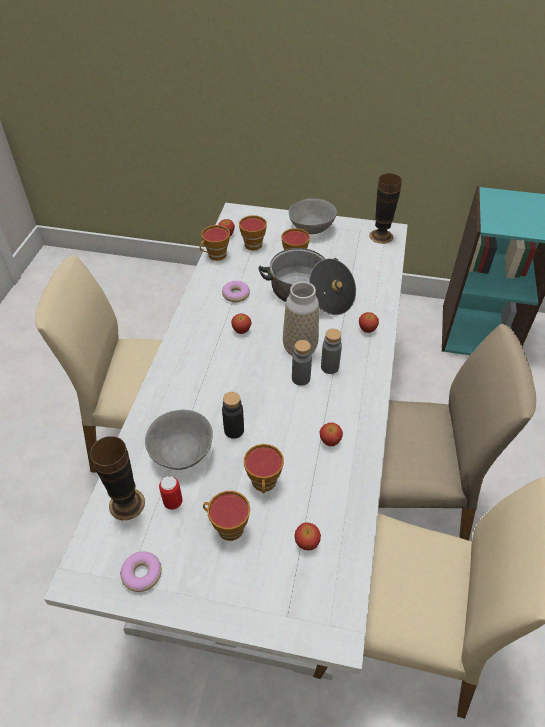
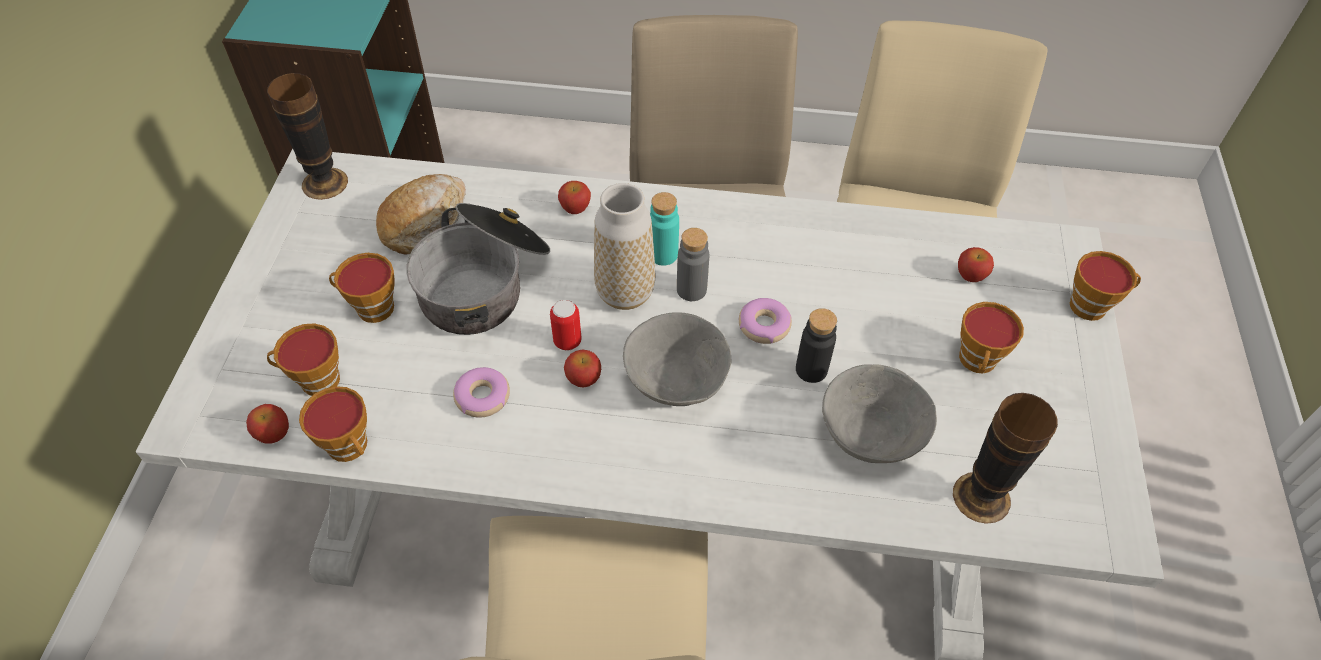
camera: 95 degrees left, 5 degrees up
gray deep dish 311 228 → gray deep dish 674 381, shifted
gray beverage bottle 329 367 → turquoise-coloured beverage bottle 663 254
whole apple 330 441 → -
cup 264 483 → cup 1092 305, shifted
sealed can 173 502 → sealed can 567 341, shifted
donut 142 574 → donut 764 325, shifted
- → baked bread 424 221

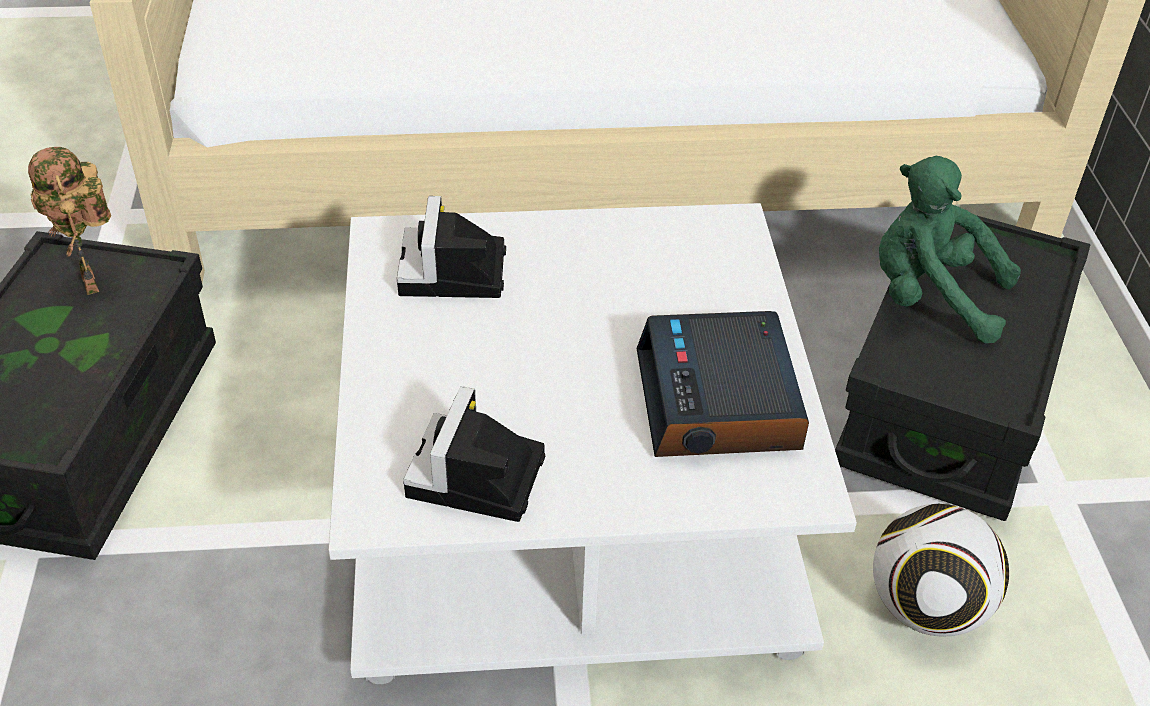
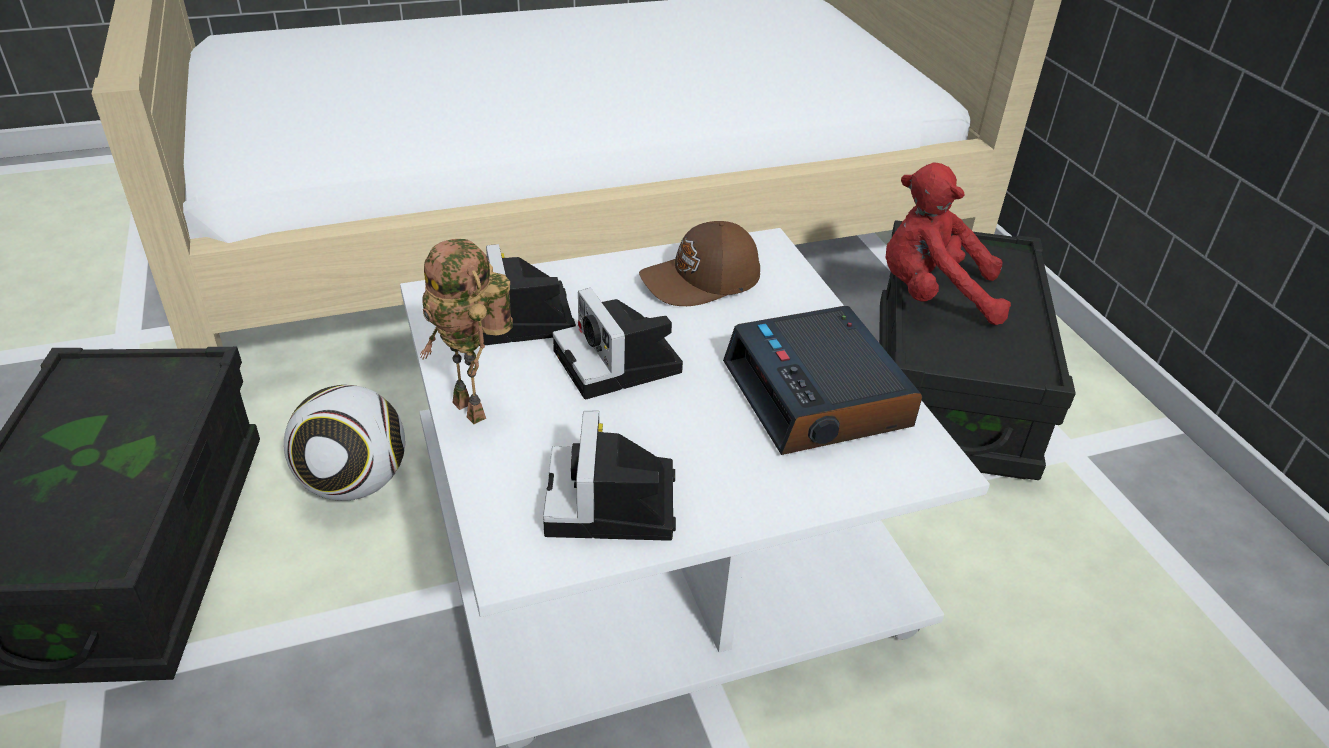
camera: 15 degrees left, 5 degrees down
model robot 95 283 → model robot 475 410, shifted
greenish plush toy 930 297 → red plush toy 932 295
ball for football 927 608 → ball for football 354 483, shifted
- → brown cap 702 281
- → photo camera 621 364

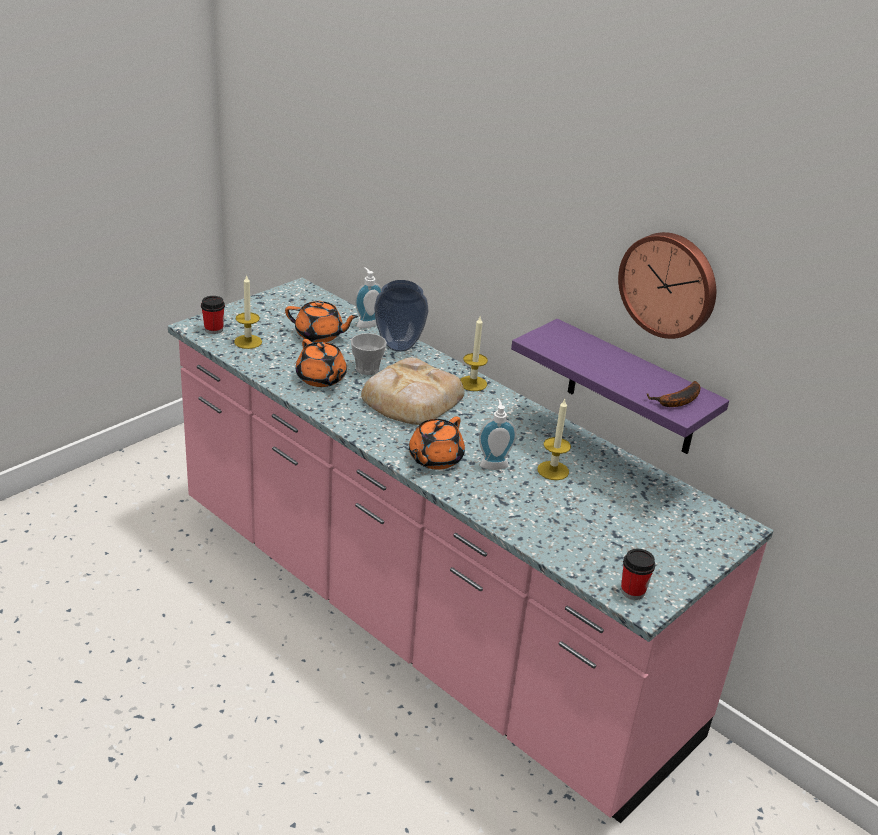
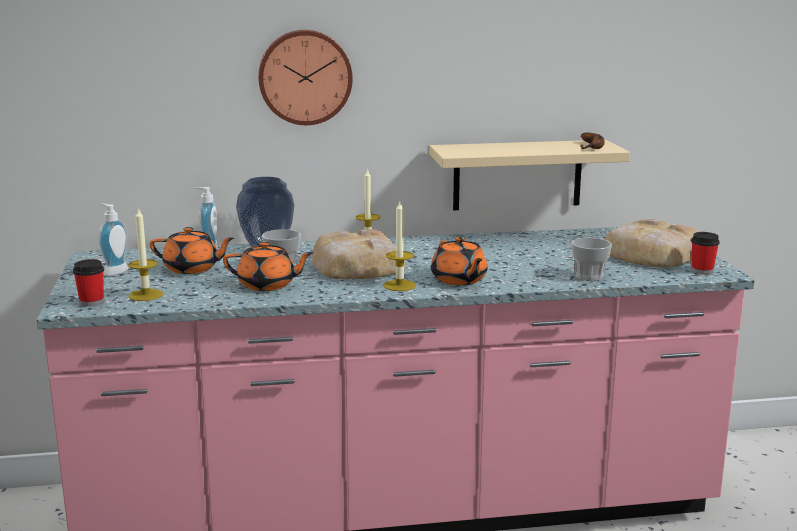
camera: 50 degrees left, 15 degrees down
clock on the wall 669 284 → clock on the wall 305 77, shifted
orange tea pot 320 335 → orange tea pot 192 268, 45 degrees clockwise
purple-coloured shelf 632 389 → sand-coloured shelf 517 175
candle 553 470 → candle 399 285, shifted
liquid soap bottle 493 463 → liquid soap bottle 113 271, shifted
- → baked bread 651 254
- → cup 589 276

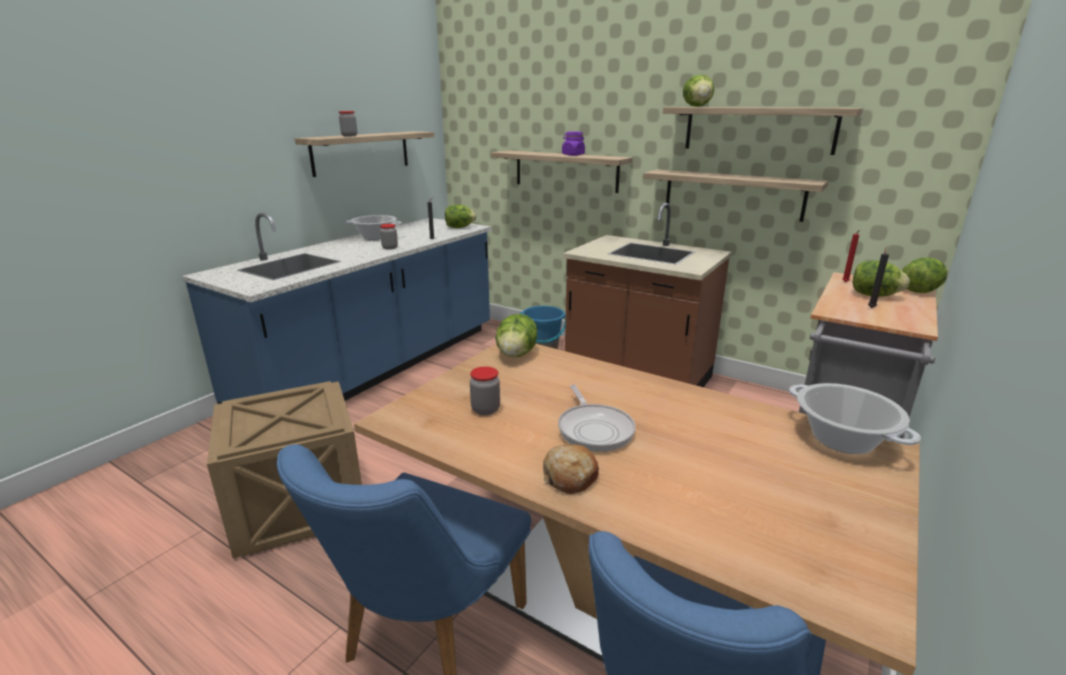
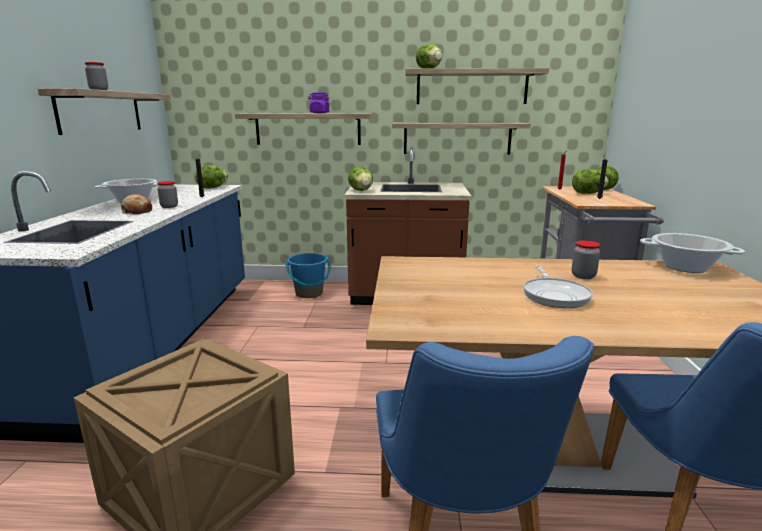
camera: 30 degrees left, 5 degrees down
lettuce head 516 355 → lettuce head 361 190, shifted
storage jar 485 409 → storage jar 583 276, shifted
pan 594 429 → pan 555 295, 45 degrees clockwise
baked bread 570 477 → baked bread 137 211, shifted

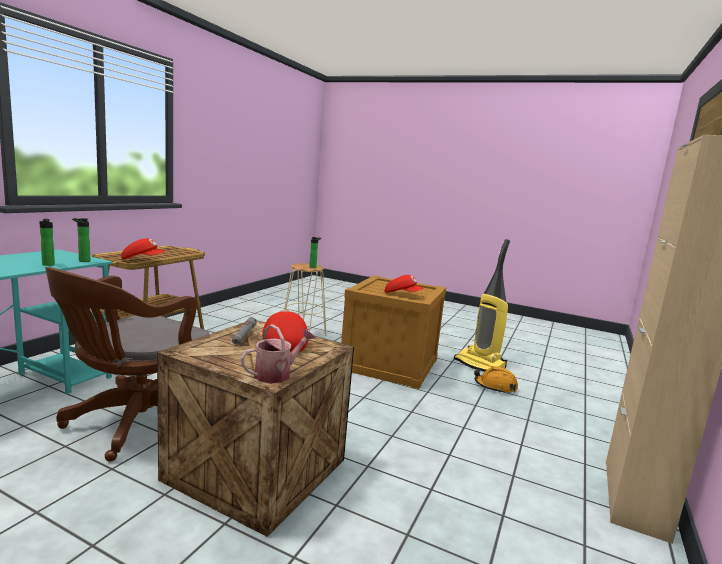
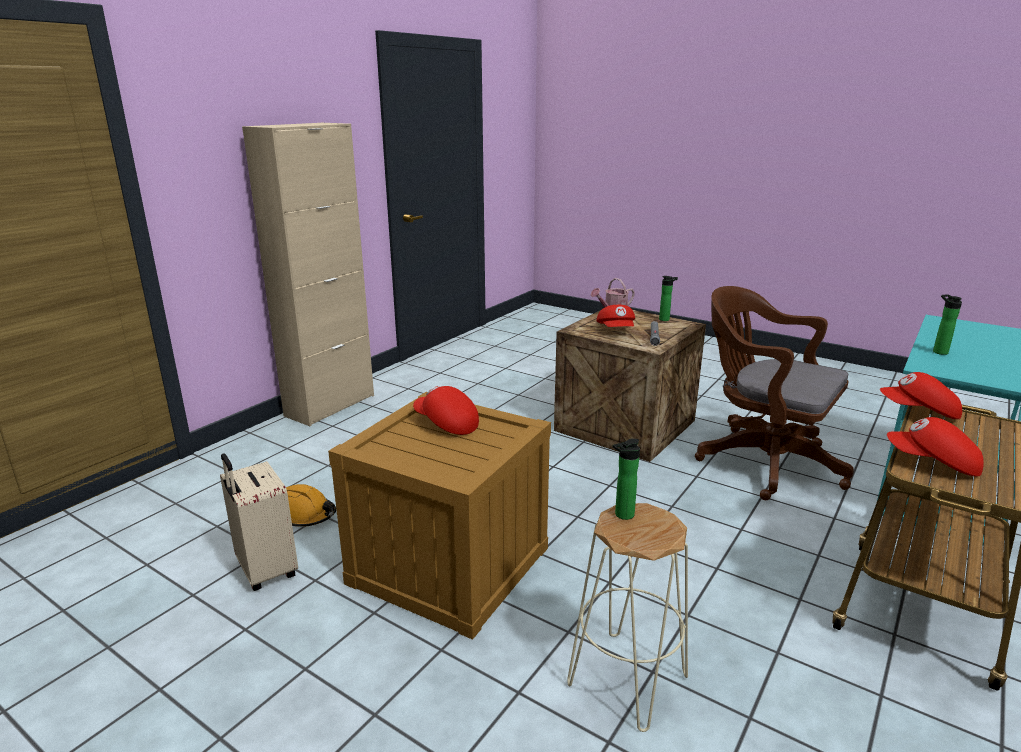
camera: 170 degrees left, 10 degrees up
beverage bottle 83 261 → beverage bottle 666 319, shifted
vacuum 480 364 → sand-coloured piece of luggage 265 571
brown desk chair 135 423 → brown desk chair 762 461, 90 degrees counterclockwise
- → red cap 932 464

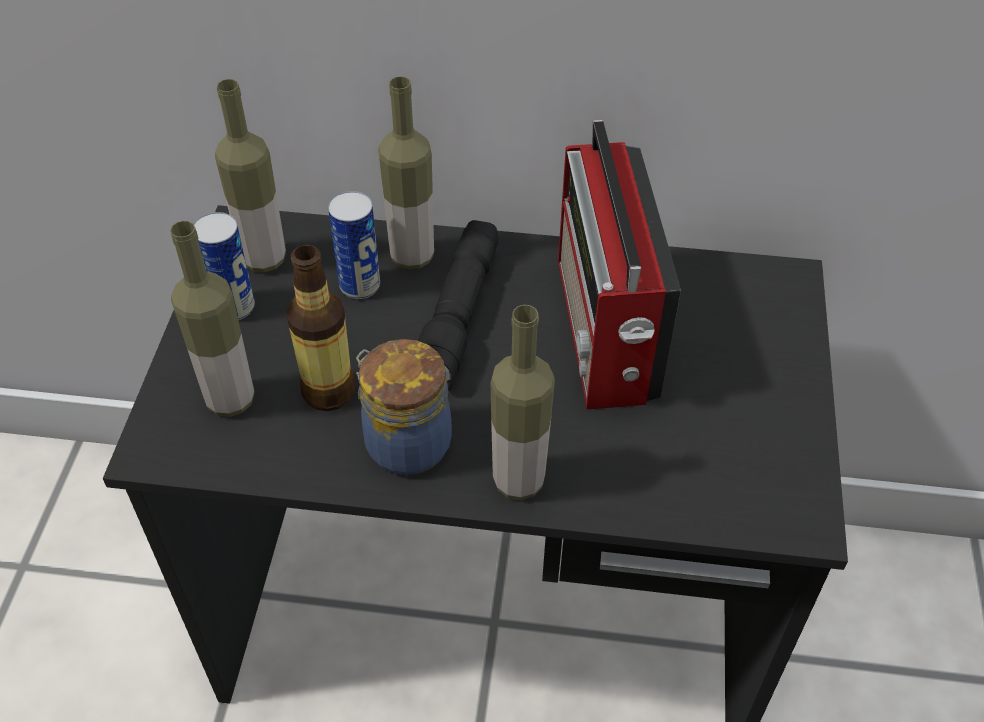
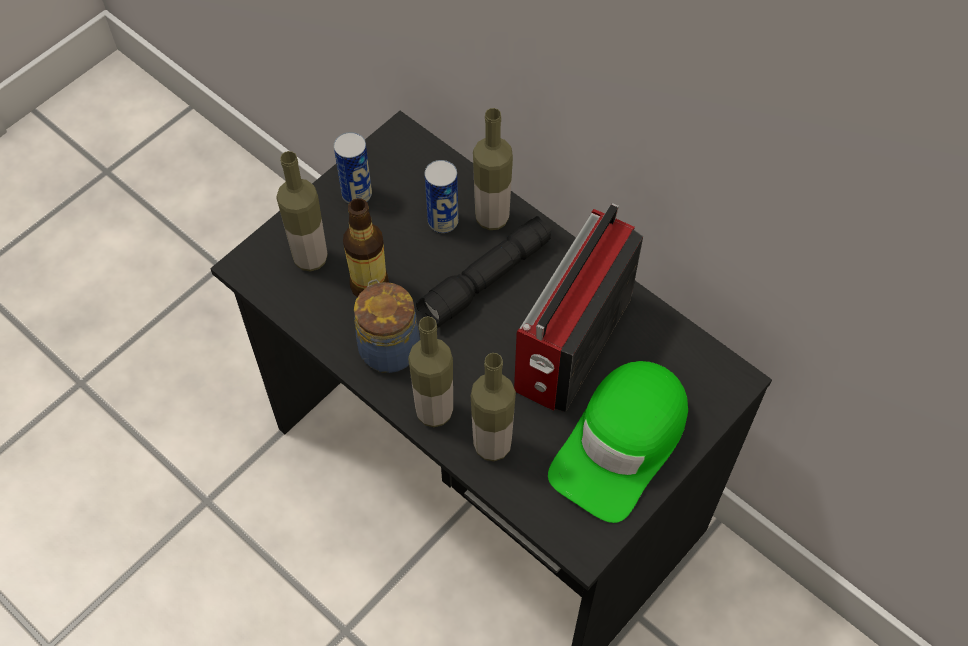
camera: 35 degrees right, 10 degrees up
beverage bottle 264 259 → beverage bottle 492 446, shifted
- → greenish cap 621 444

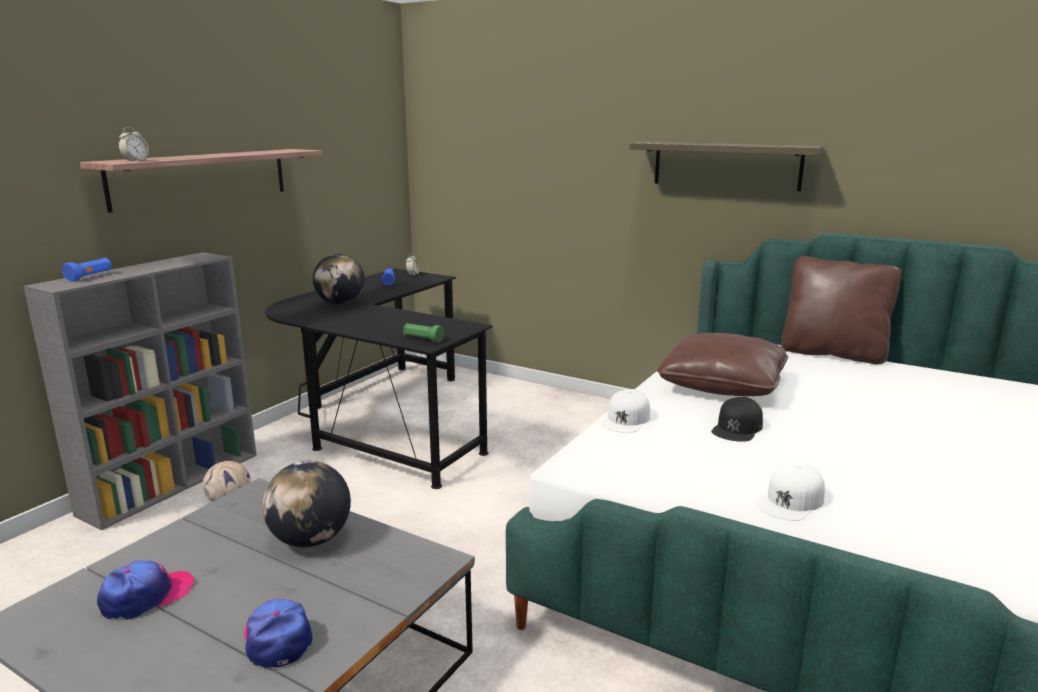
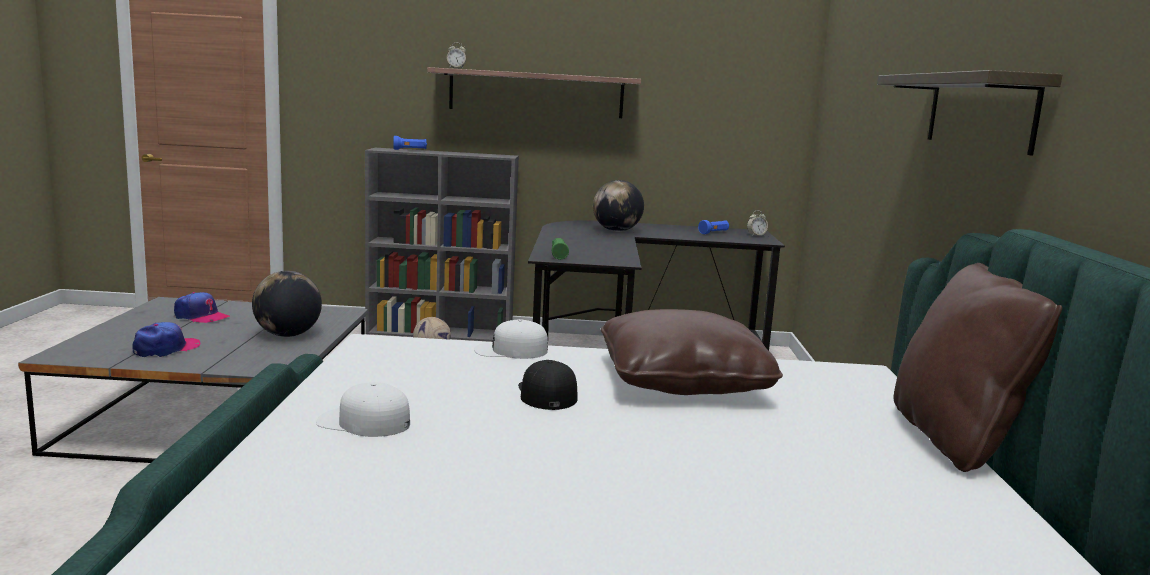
camera: 60 degrees right, 5 degrees down
black-coloured cap 737 428 → black-coloured cap 546 394, 75 degrees clockwise

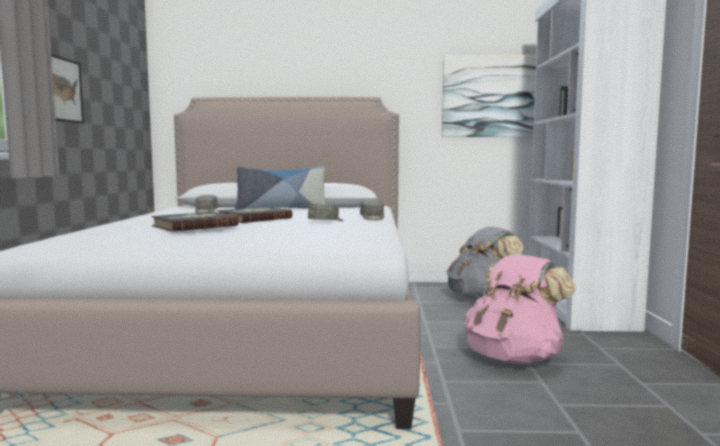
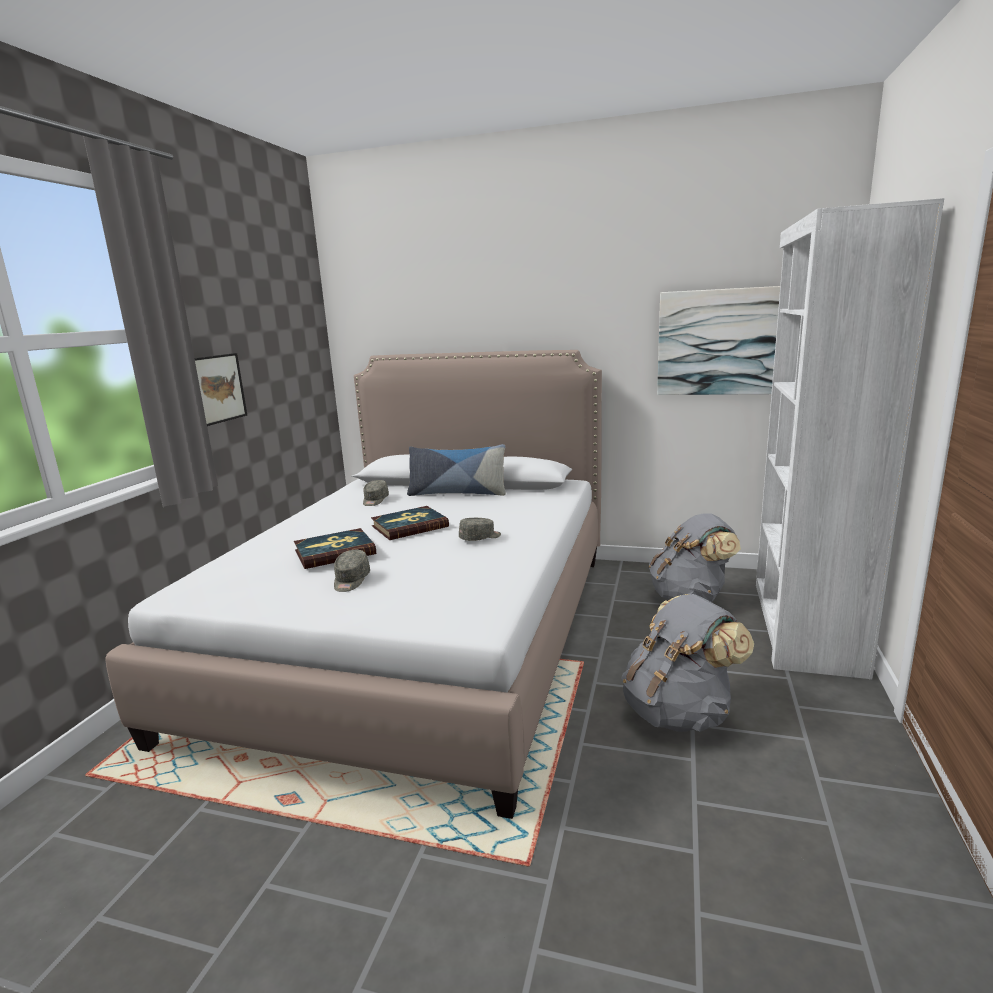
camera: 15 degrees right, 10 degrees up
gray cap 372 218 → gray cap 351 580, shifted
pink knapsack 513 358 → gray knapsack 679 712

